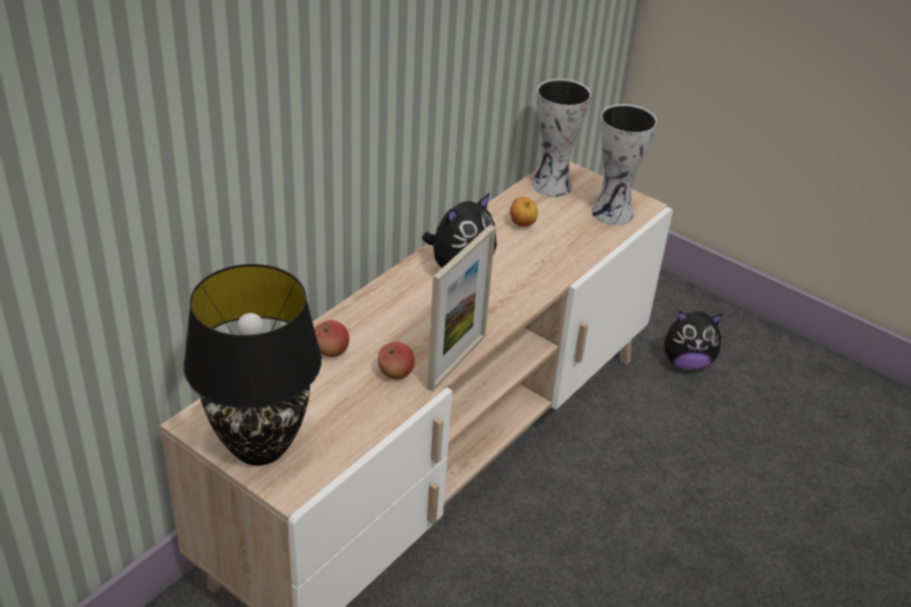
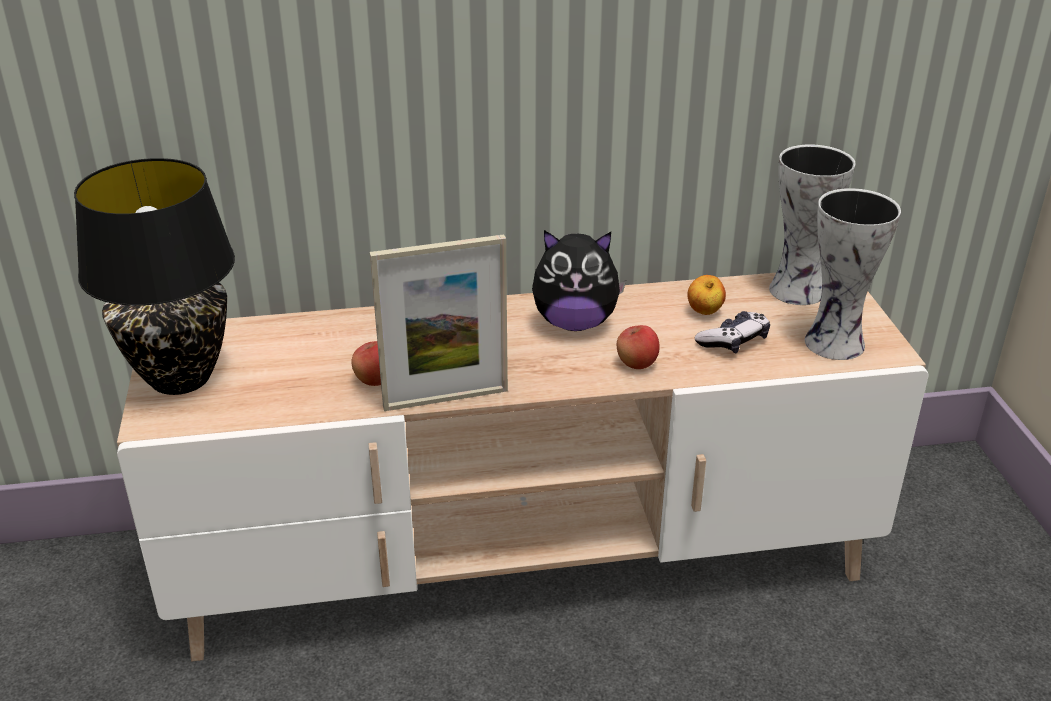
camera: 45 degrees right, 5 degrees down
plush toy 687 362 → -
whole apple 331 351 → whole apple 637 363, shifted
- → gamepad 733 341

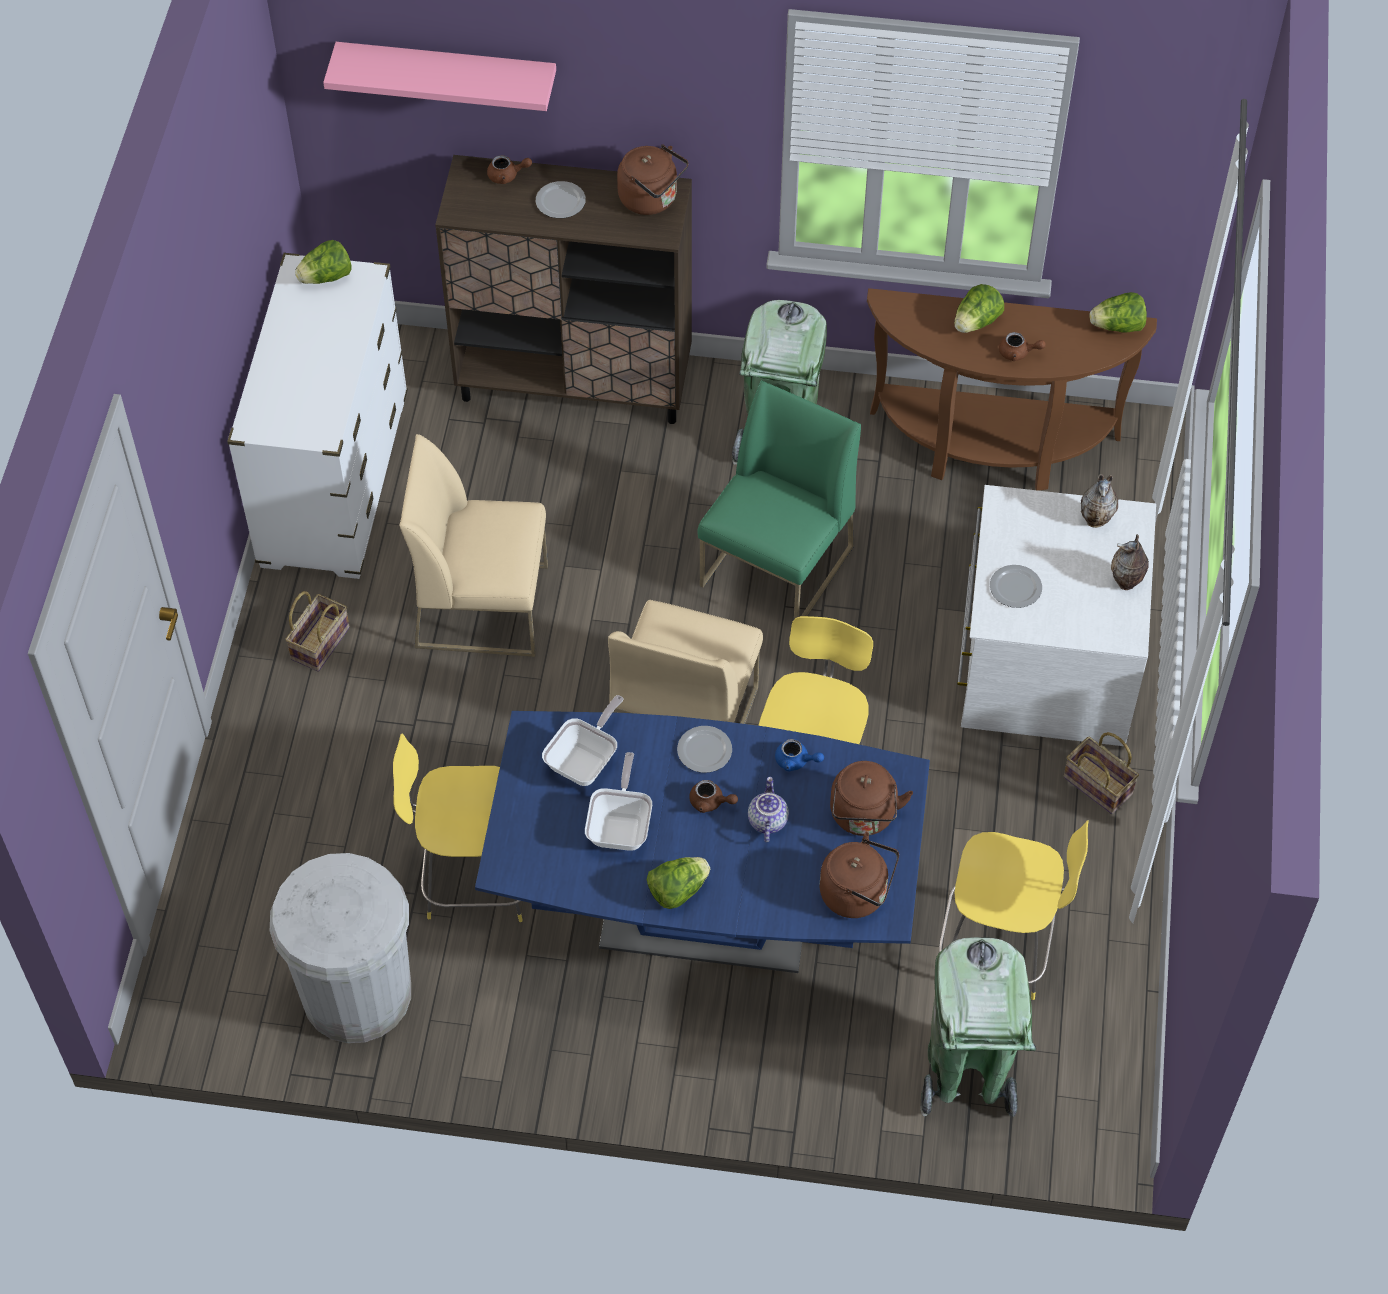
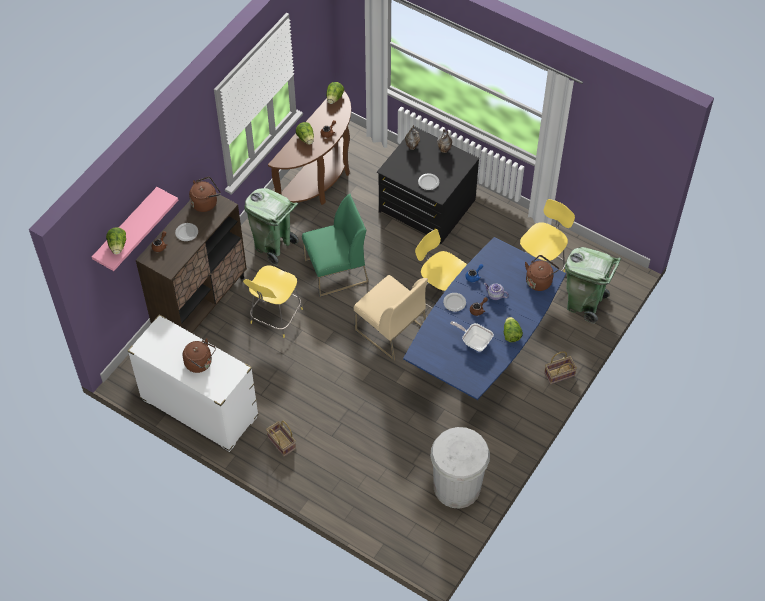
camera: 65 degrees left, 0 degrees up
lettuce head 326 277 → lettuce head 118 246, shifted
greenish chair 777 568 → greenish chair 336 271, 105 degrees clockwise
sand-coloured chair 483 605 → -
whitish drawer chest 1044 661 → black-coloured drawer chest 426 207
pan 586 760 → -
storage basket 1095 785 → storage basket 559 375, shifted
yellow sitting stool 473 878 → yellow sitting stool 275 317, shifted
brown water kettle 863 817 → brown water kettle 200 363, shifted

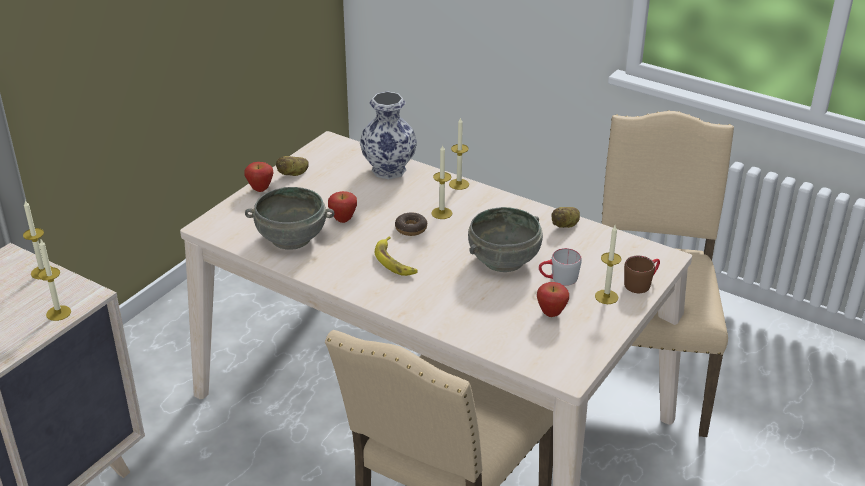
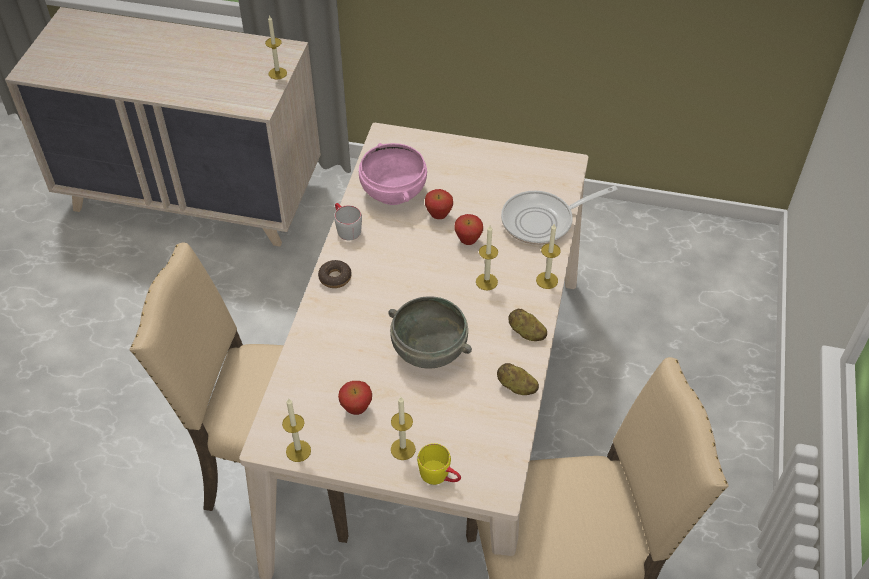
camera: 70 degrees right, 15 degrees up
decorative vase 389 169 → pan 543 221
spud 293 174 → spud 526 333, shifted
whole apple 260 189 → whole apple 468 241, shifted
gray deep dish 291 239 → pink deep dish 392 192
donut 411 228 → donut 335 277, shifted
whole banana 395 261 → -
candle 58 313 → candle 298 451, shifted
gray tea mug 558 279 → gray tea mug 346 228, shifted
brown tea mug 641 283 → yellow tea mug 440 476

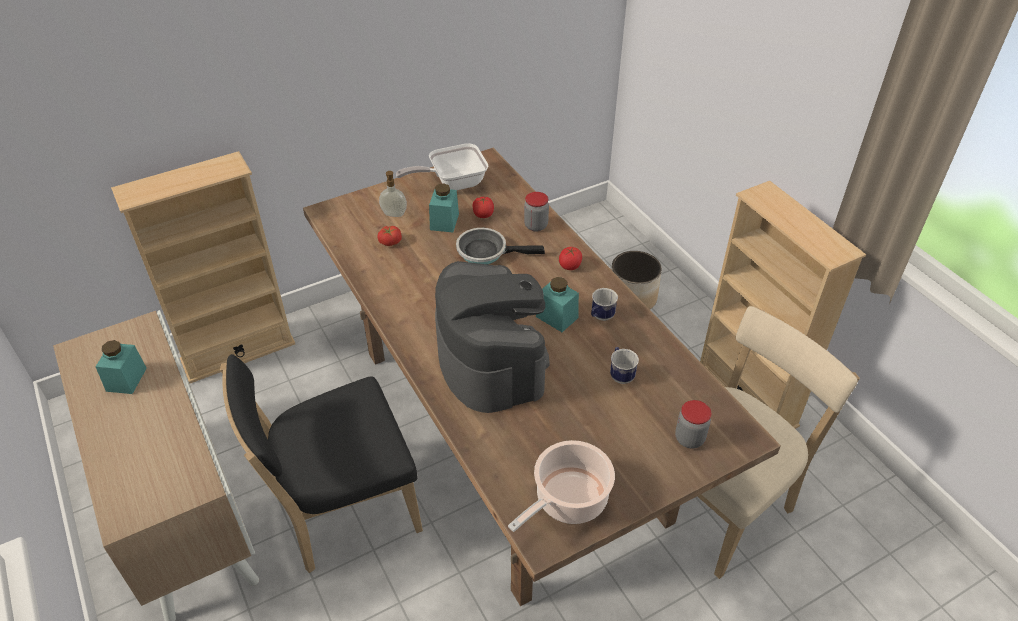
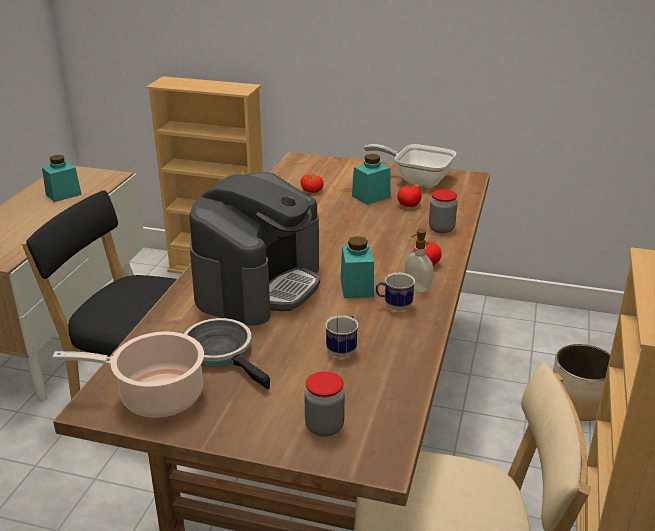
camera: 45 degrees right, 15 degrees down
liquid soap bottle 394 214 → liquid soap bottle 416 288, shifted
pan 486 252 → pan 222 353, shifted

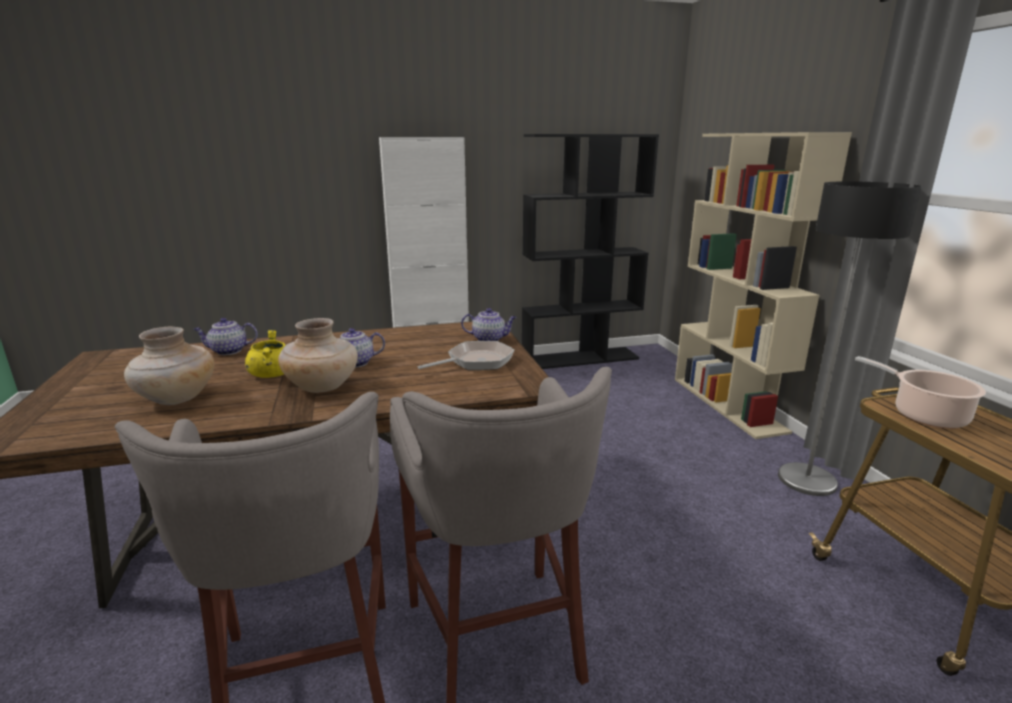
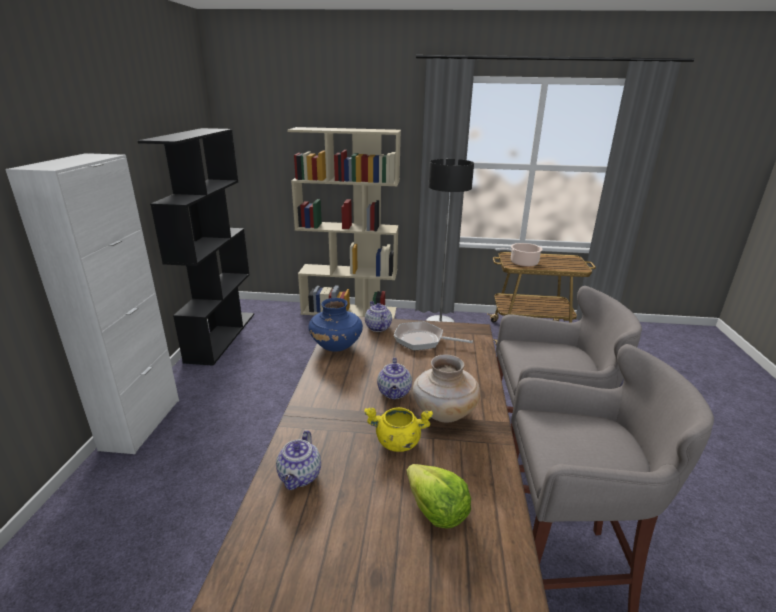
camera: 70 degrees left, 5 degrees up
tea pot 489 339 → tea pot 377 327, 45 degrees counterclockwise
sand-coloured decorative vase 176 398 → lettuce head 436 510
pan 476 361 → pan 422 340, 60 degrees counterclockwise
- → blue decorative vase 336 346

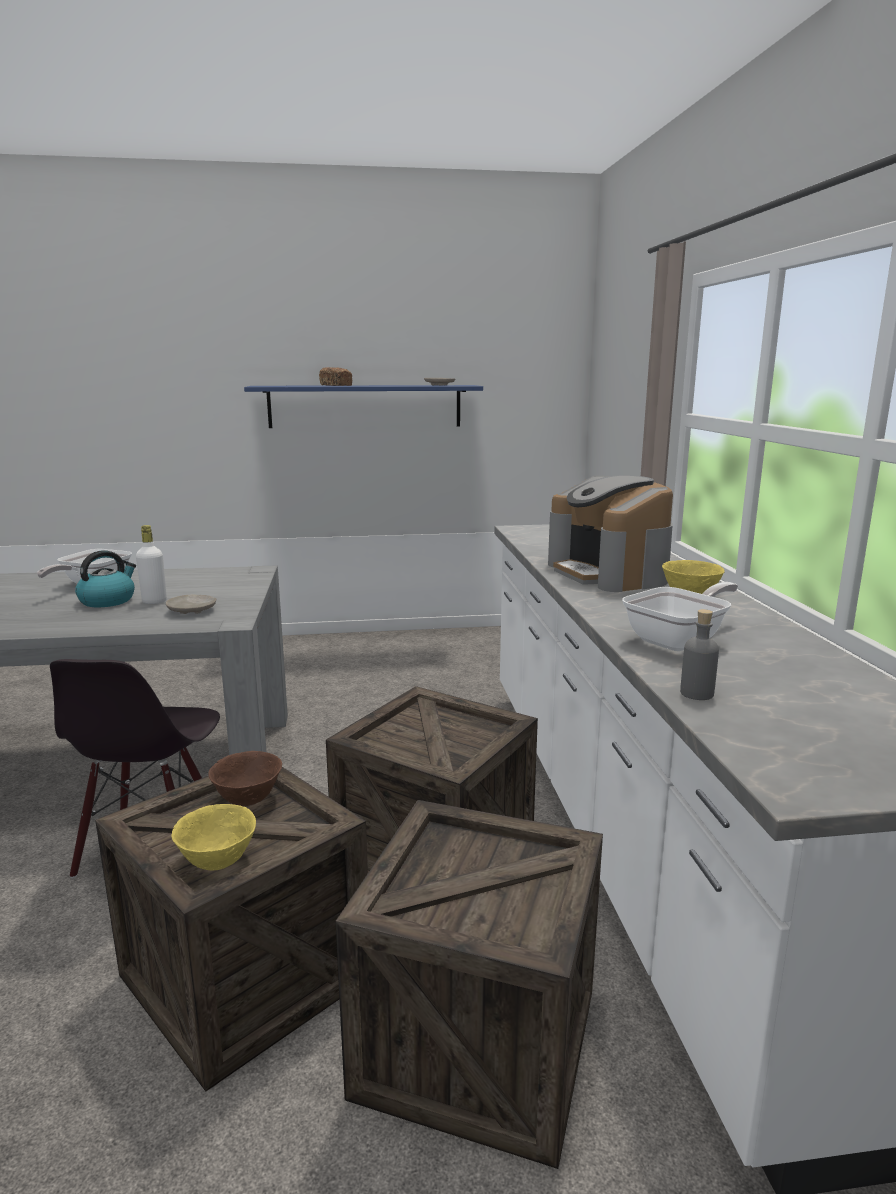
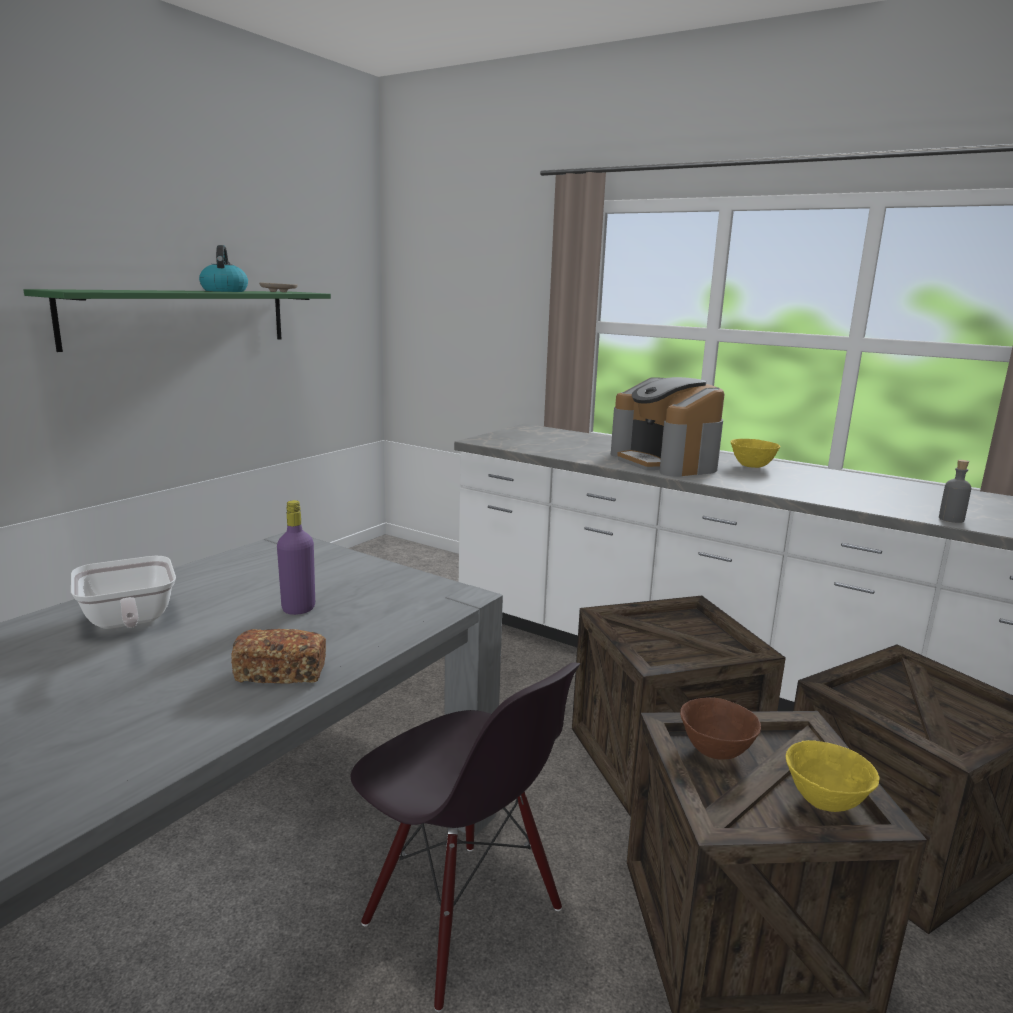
camera: 50 degrees left, 0 degrees up
baked bread 336 385 → baked bread 281 673, shifted
blue shelf 365 406 → greenish shelf 180 317
coffee maker 609 573 → coffee maker 665 462, 45 degrees clockwise
whitish beverage bottle 154 601 → purple-coloured beverage bottle 298 609
water kettle 108 600 → water kettle 224 291, shifted
pan 680 640 → -
sand-coloured flat dish 192 611 → -

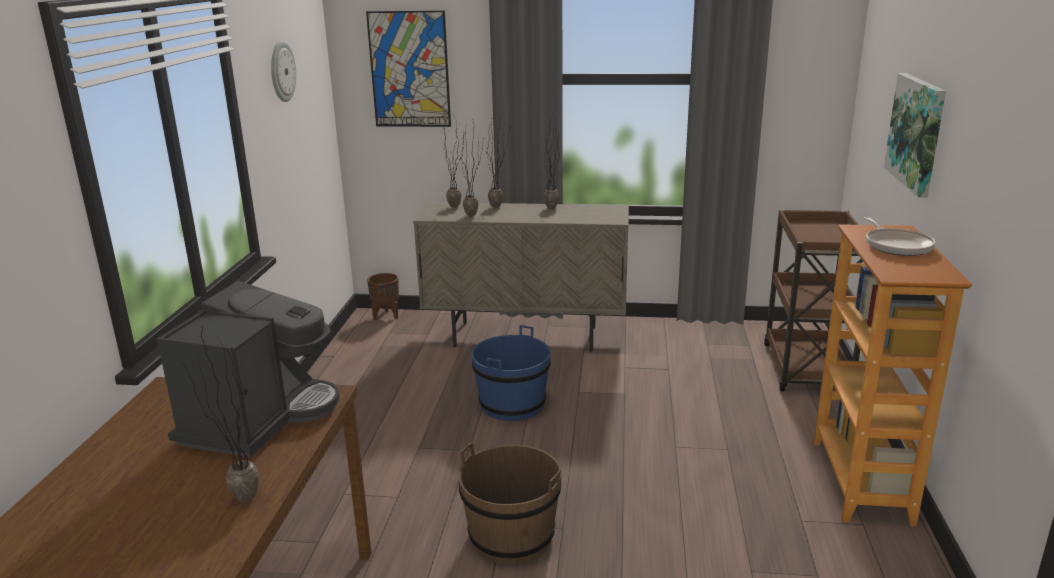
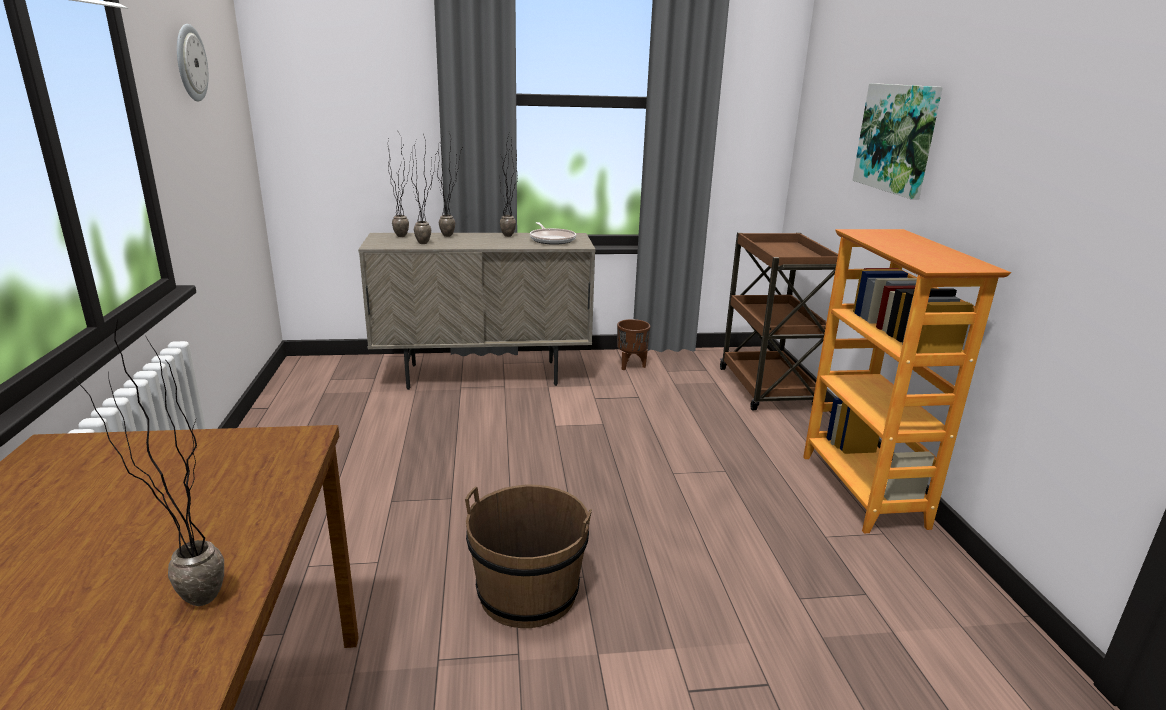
camera: 15 degrees left, 0 degrees up
wall art 409 70 → -
pan 896 246 → pan 552 239, shifted
brown plant pot 386 316 → brown plant pot 631 365, shifted
coffee maker 259 418 → -
blue pail 512 404 → -

